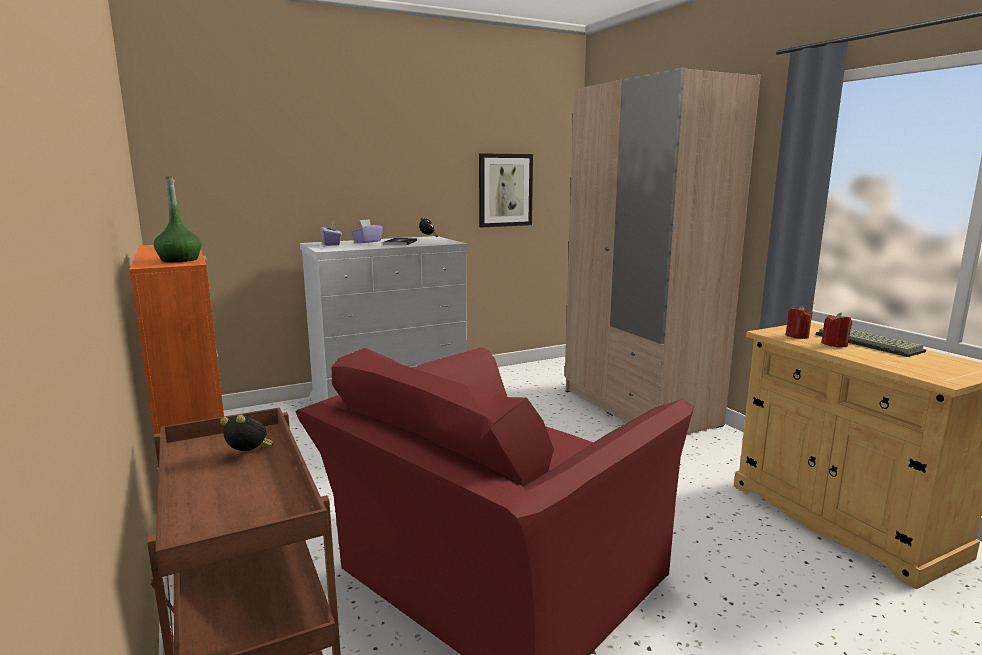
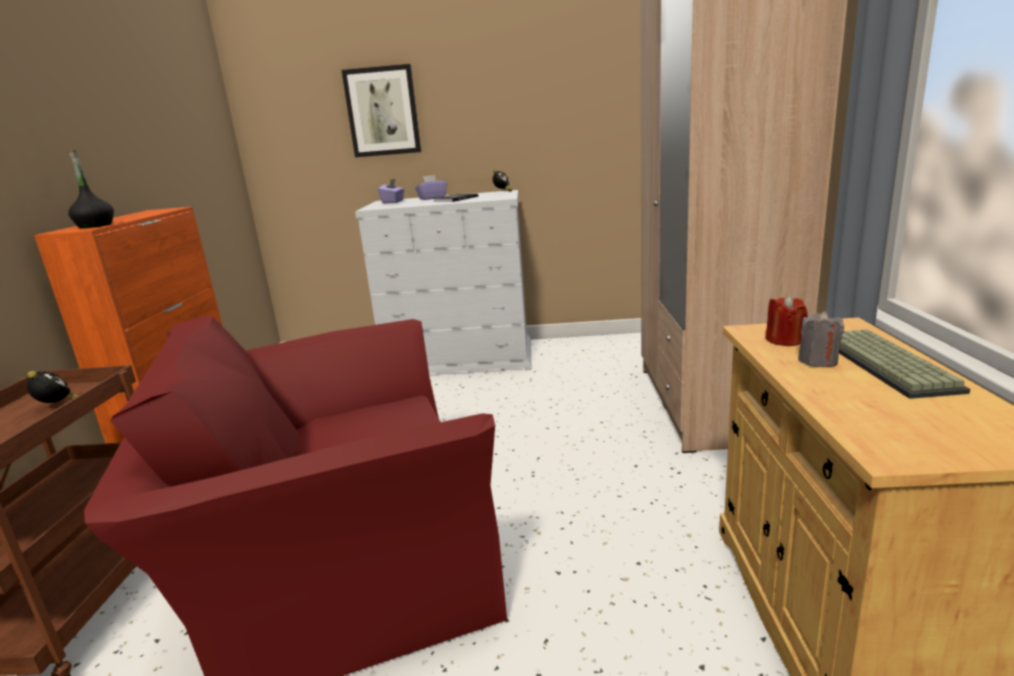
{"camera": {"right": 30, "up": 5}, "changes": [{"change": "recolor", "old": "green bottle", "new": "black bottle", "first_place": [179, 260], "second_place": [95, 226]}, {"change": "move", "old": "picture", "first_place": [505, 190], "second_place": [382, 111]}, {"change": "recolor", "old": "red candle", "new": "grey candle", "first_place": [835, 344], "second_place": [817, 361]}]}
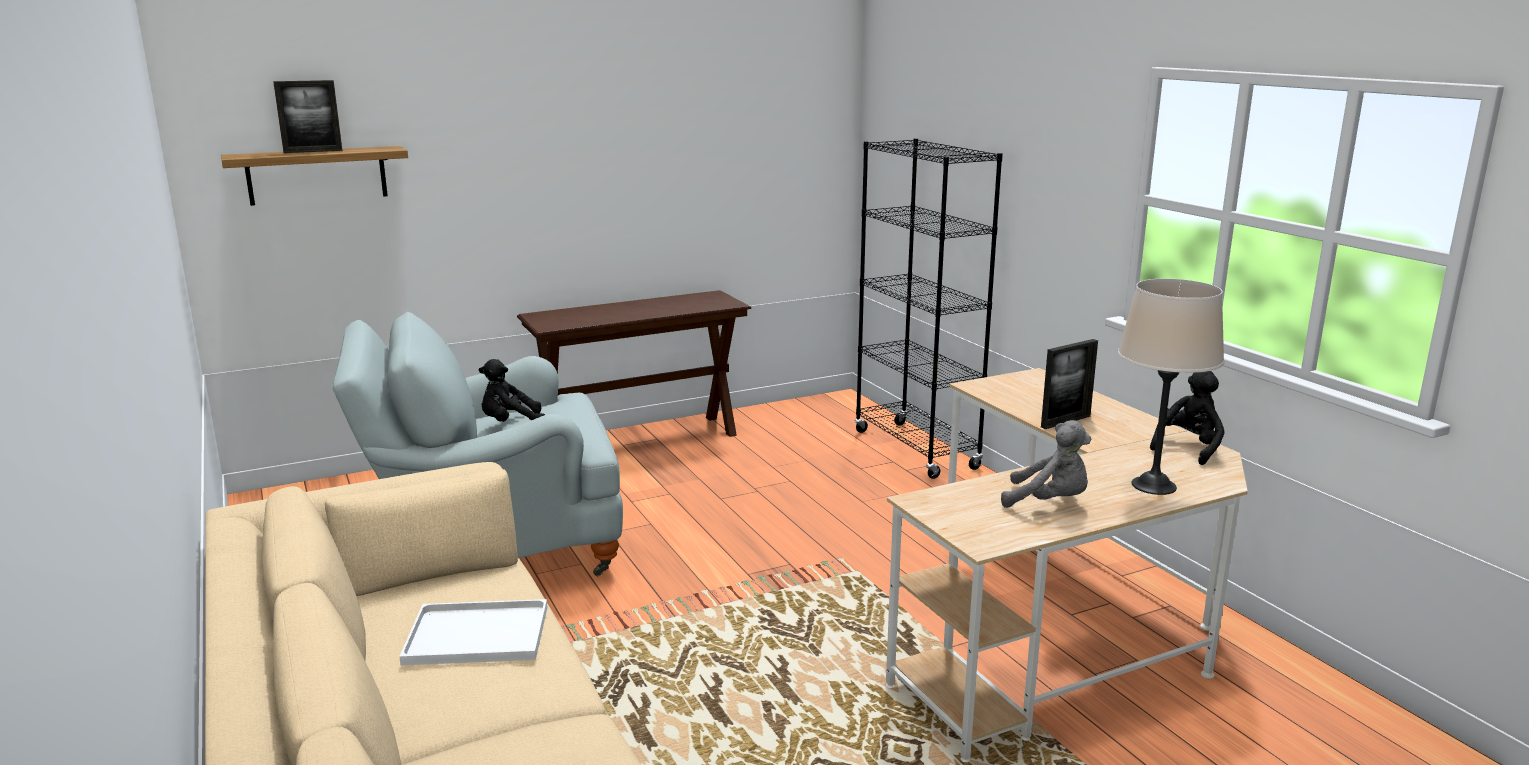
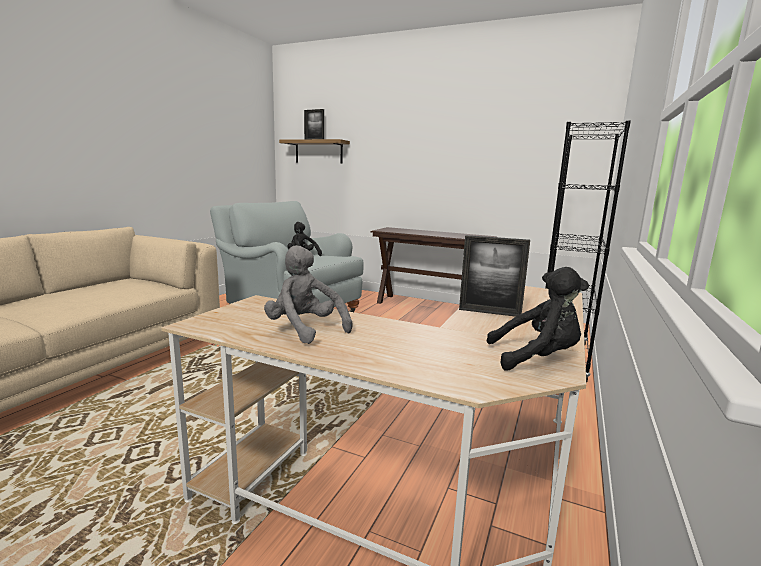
{"camera": {"right": 50, "up": -5}, "changes": [{"change": "delete", "old": "white tray", "first_place": [480, 634]}, {"change": "rotate", "old": "grey plush toy", "first_place": [1049, 502], "second_place": [305, 330], "degrees": 150}, {"change": "delete", "old": "beige table lamp", "first_place": [1154, 486]}]}
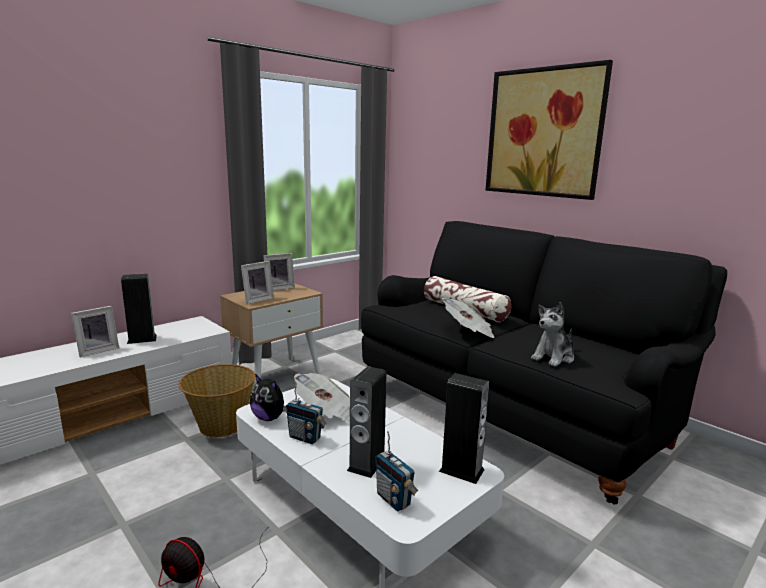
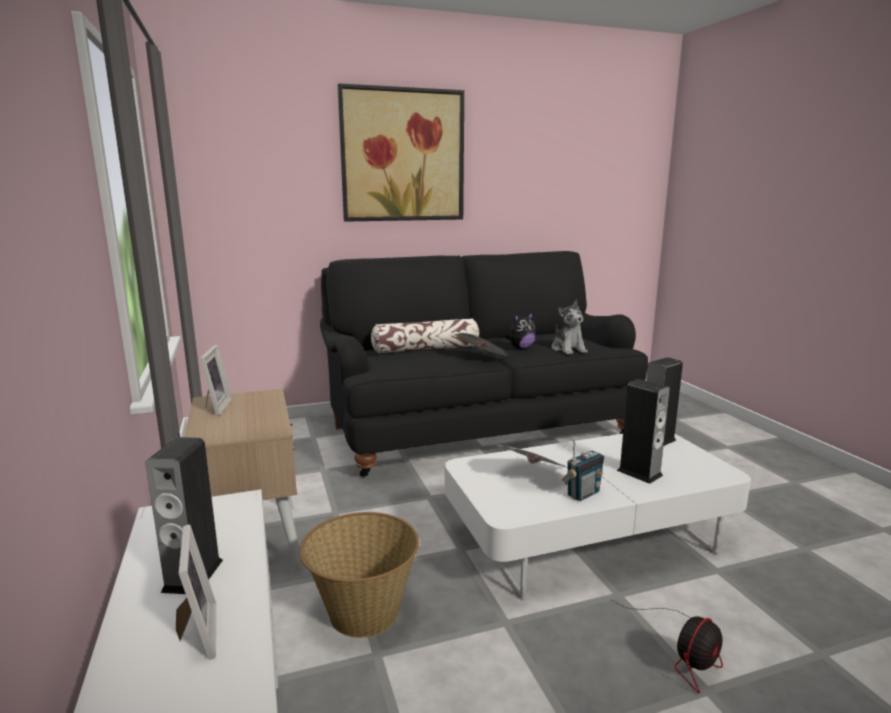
{"camera": {"right": -65, "up": 0}, "changes": [{"change": "delete", "old": "picture frame", "first_place": [257, 300]}, {"change": "move", "old": "plush toy", "first_place": [269, 418], "second_place": [521, 348]}, {"change": "delete", "old": "radio", "first_place": [394, 499]}]}
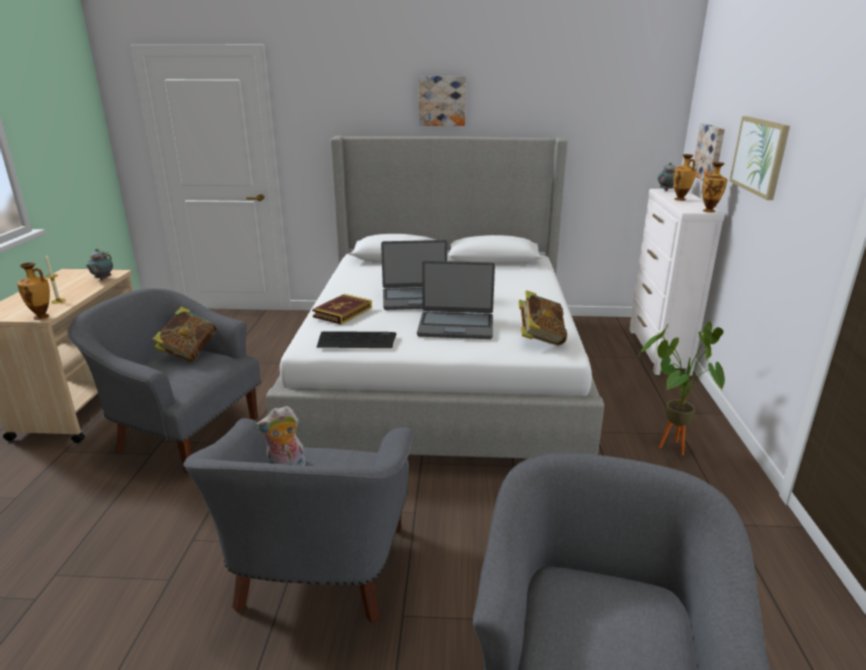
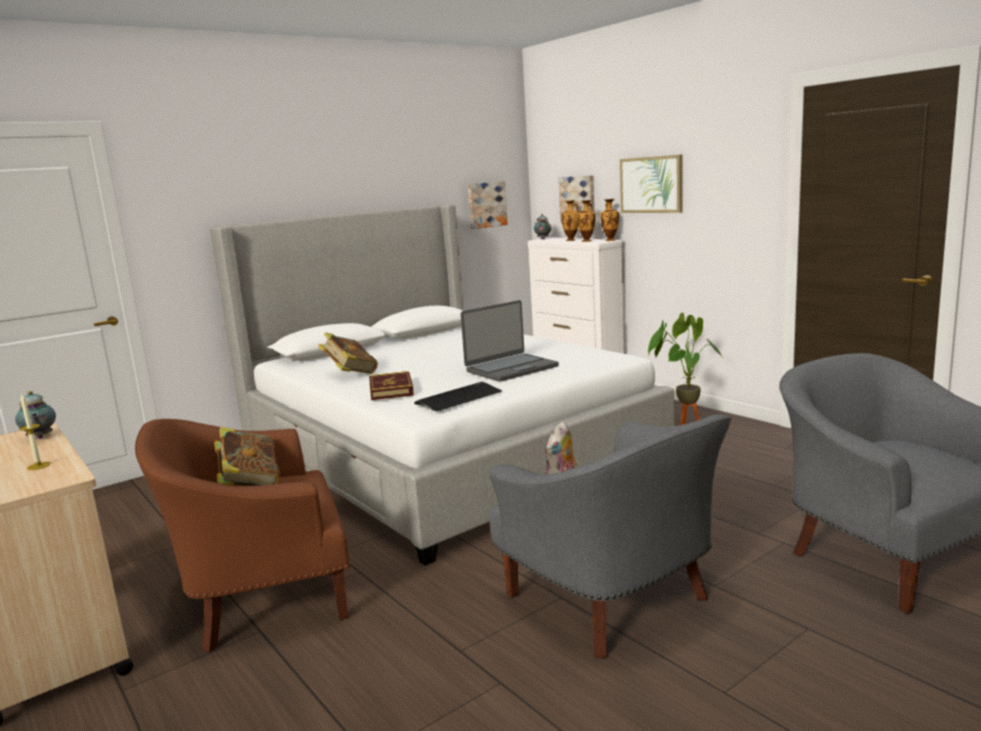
{"camera": {"right": -40, "up": -10}, "changes": [{"change": "move", "old": "vase", "first_place": [42, 317], "second_place": [587, 241]}, {"change": "recolor", "old": "grey armchair", "new": "brown armchair", "first_place": [184, 432], "second_place": [262, 599]}, {"change": "delete", "old": "laptop", "first_place": [416, 299]}, {"change": "move", "old": "picture", "first_place": [442, 100], "second_place": [486, 204]}, {"change": "move", "old": "book", "first_place": [540, 338], "second_place": [350, 374]}]}
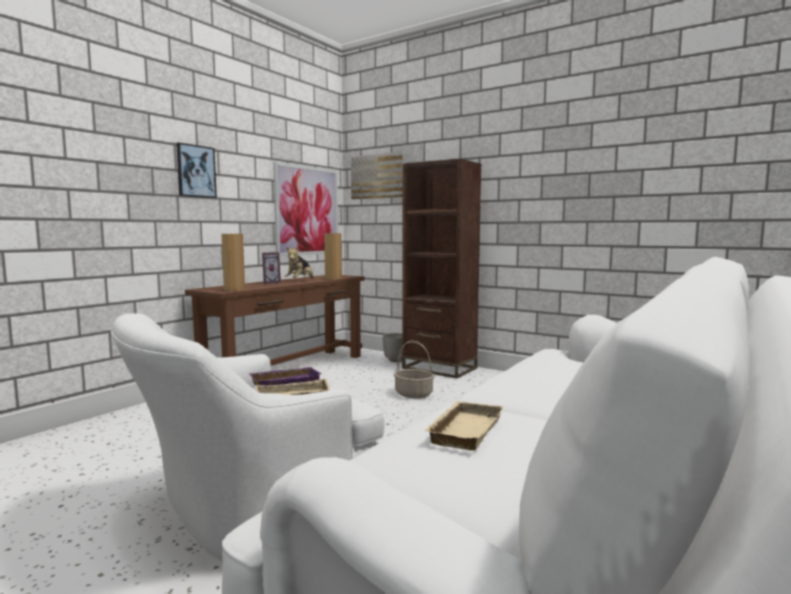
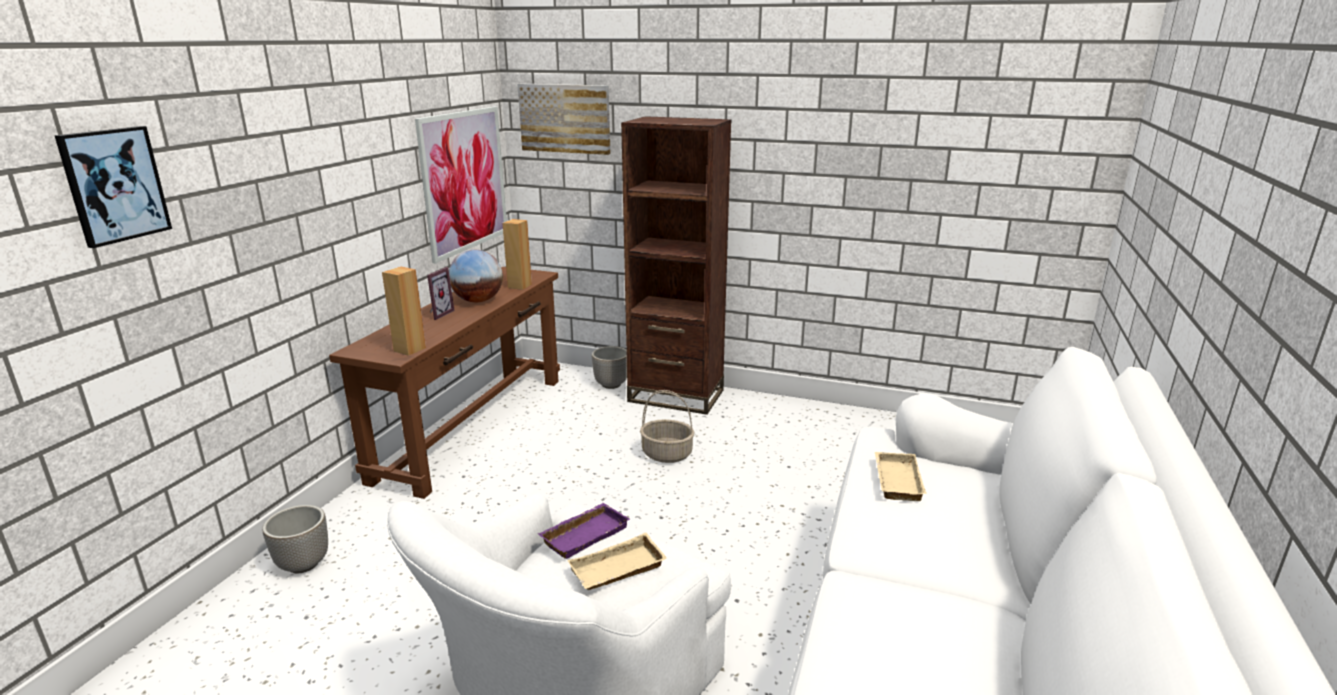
{"camera": {"right": -15, "up": 15}, "changes": [{"change": "move", "old": "picture", "first_place": [196, 171], "second_place": [114, 185]}, {"change": "replace", "old": "plush toy", "new": "globe", "first_place": [300, 280], "second_place": [478, 301]}, {"change": "move", "old": "beige tray", "first_place": [463, 430], "second_place": [895, 480]}, {"change": "insert", "new": "planter", "second_place": [302, 564]}]}
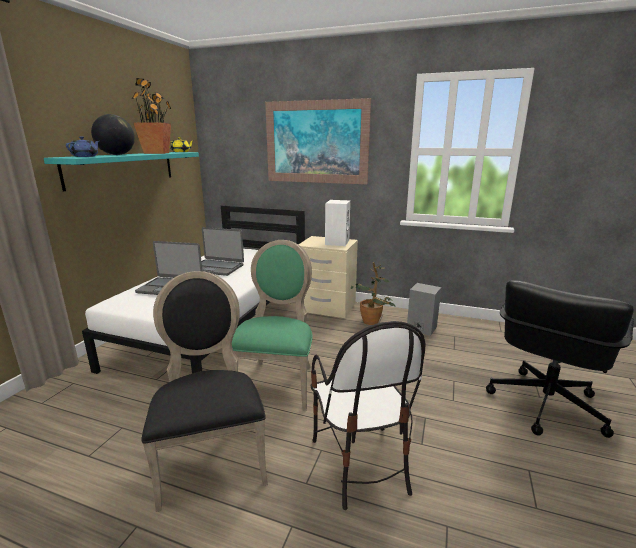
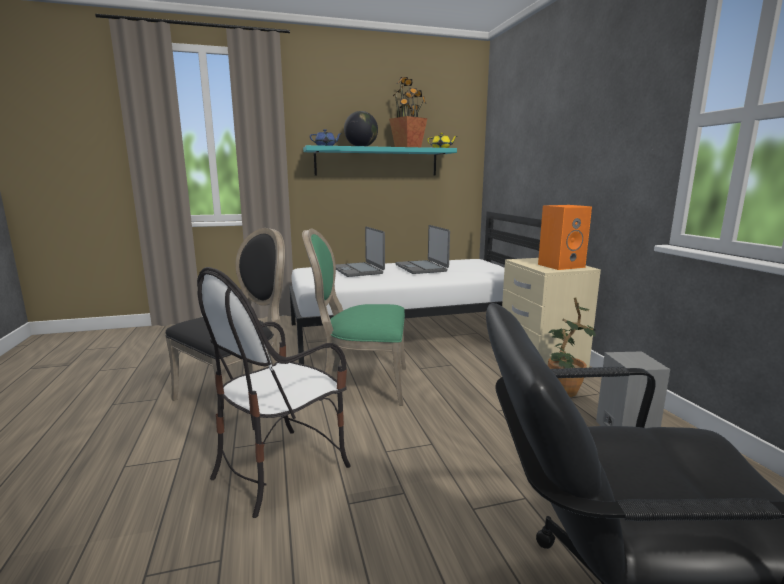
{"camera": {"right": 55, "up": -5}, "changes": [{"change": "rotate", "old": "green chair", "first_place": [277, 381], "second_place": [361, 384], "degrees": -150}, {"change": "delete", "old": "picture", "first_place": [316, 142]}, {"change": "recolor", "old": "white speaker", "new": "orange speaker", "first_place": [336, 242], "second_place": [561, 265]}]}
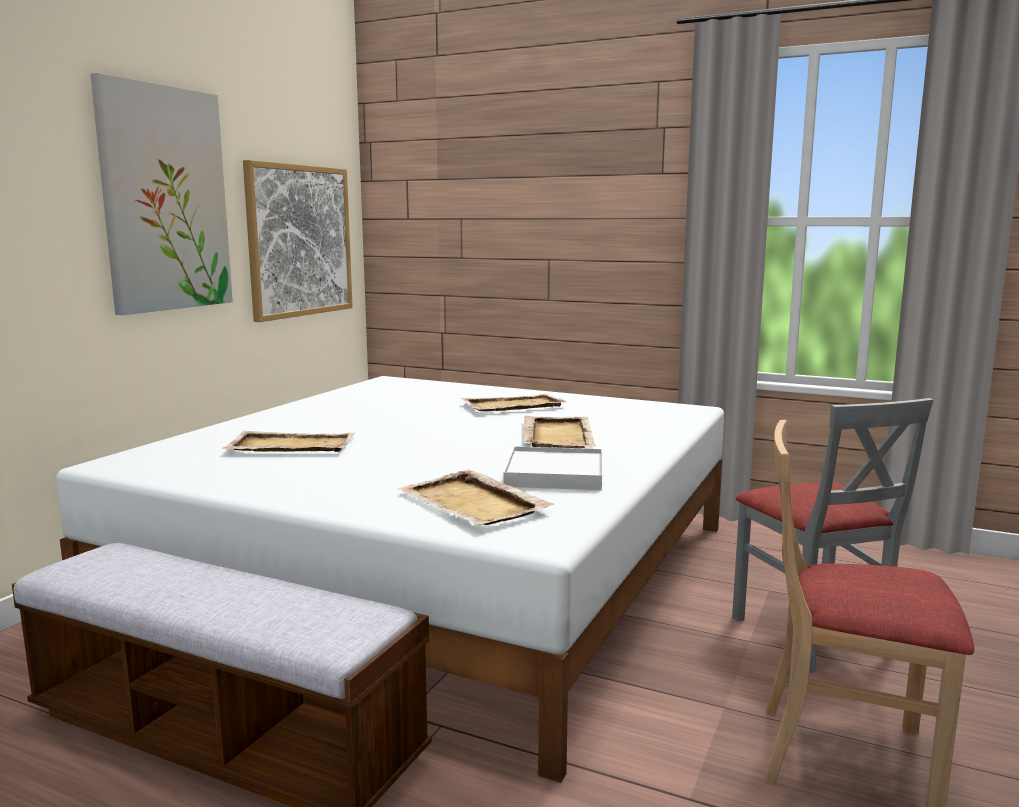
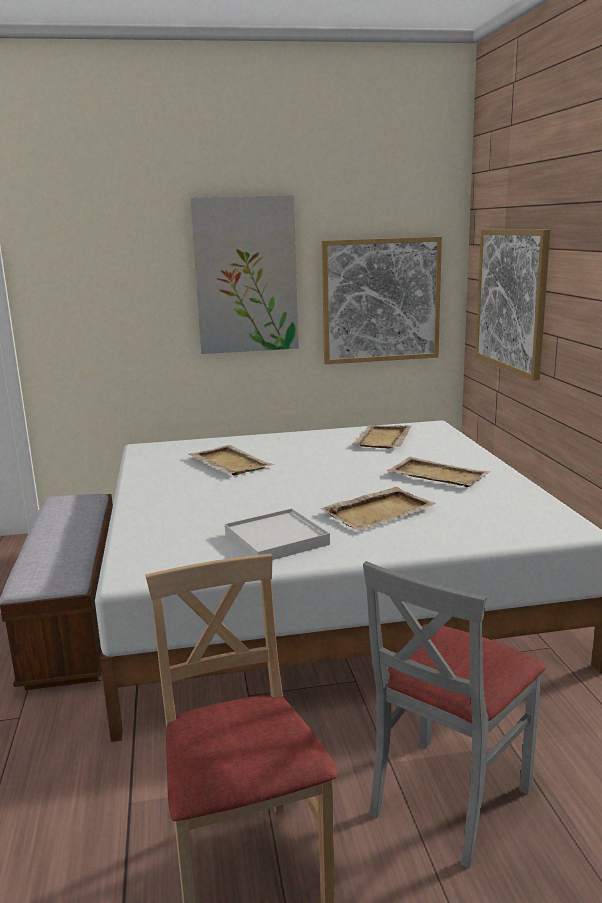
{"camera": {"right": 55, "up": 5}, "changes": [{"change": "move", "old": "beige tray", "first_place": [473, 503], "second_place": [382, 439]}, {"change": "insert", "new": "picture", "second_place": [511, 300]}]}
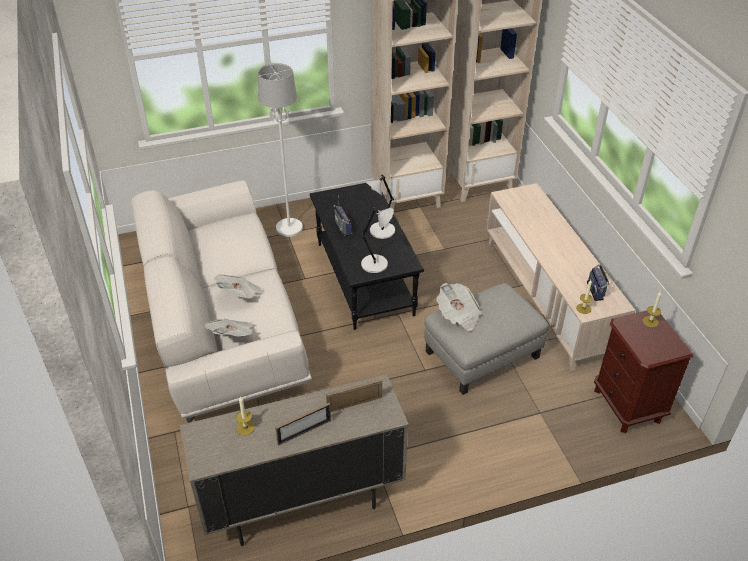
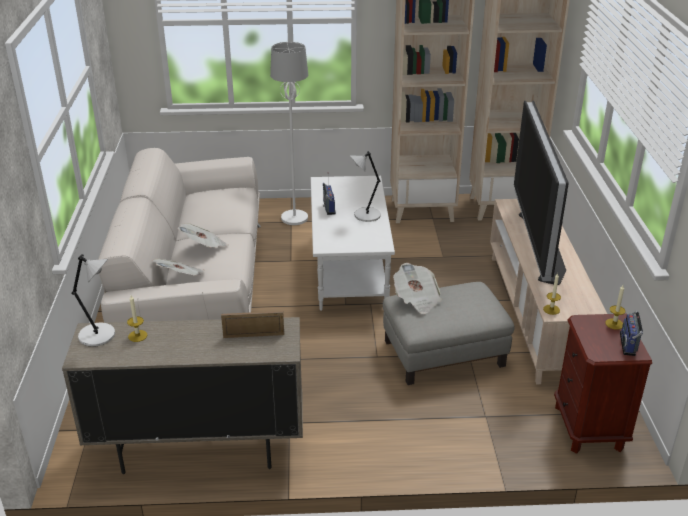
{"camera": {"right": 15, "up": -10}, "changes": [{"change": "delete", "old": "picture frame", "first_place": [304, 432]}, {"change": "recolor", "old": "black coffee table", "new": "white coffee table", "first_place": [363, 278], "second_place": [348, 269]}, {"change": "move", "old": "grey table lamp", "first_place": [376, 264], "second_place": [99, 335]}, {"change": "move", "old": "radio", "first_place": [596, 290], "second_place": [629, 344]}, {"change": "insert", "new": "television", "second_place": [540, 246]}]}
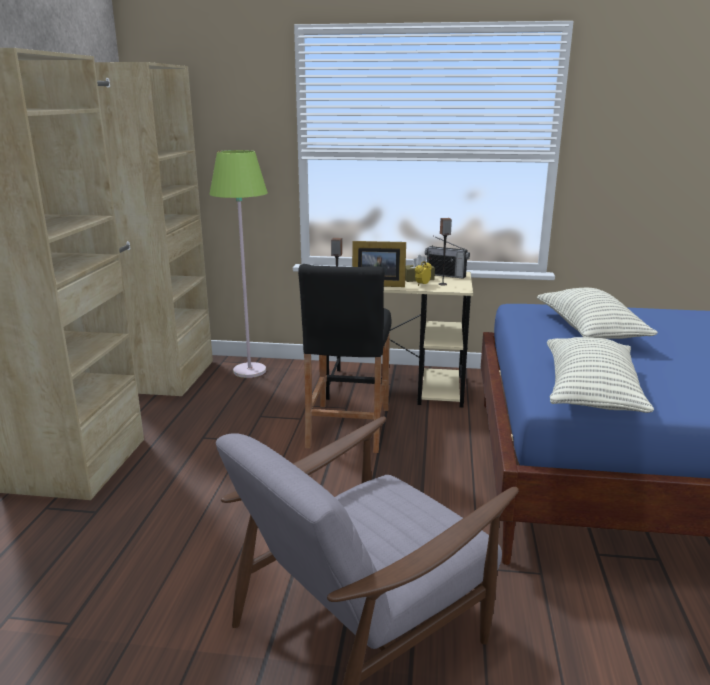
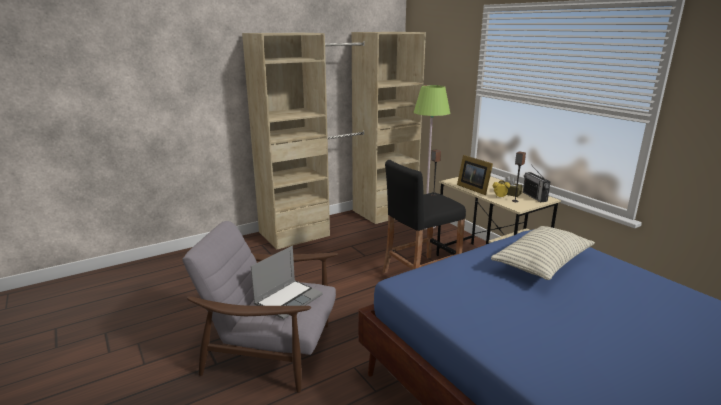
{"camera": {"right": 50, "up": 0}, "changes": [{"change": "delete", "old": "pillow", "first_place": [590, 393]}, {"change": "insert", "new": "laptop", "second_place": [288, 299]}]}
